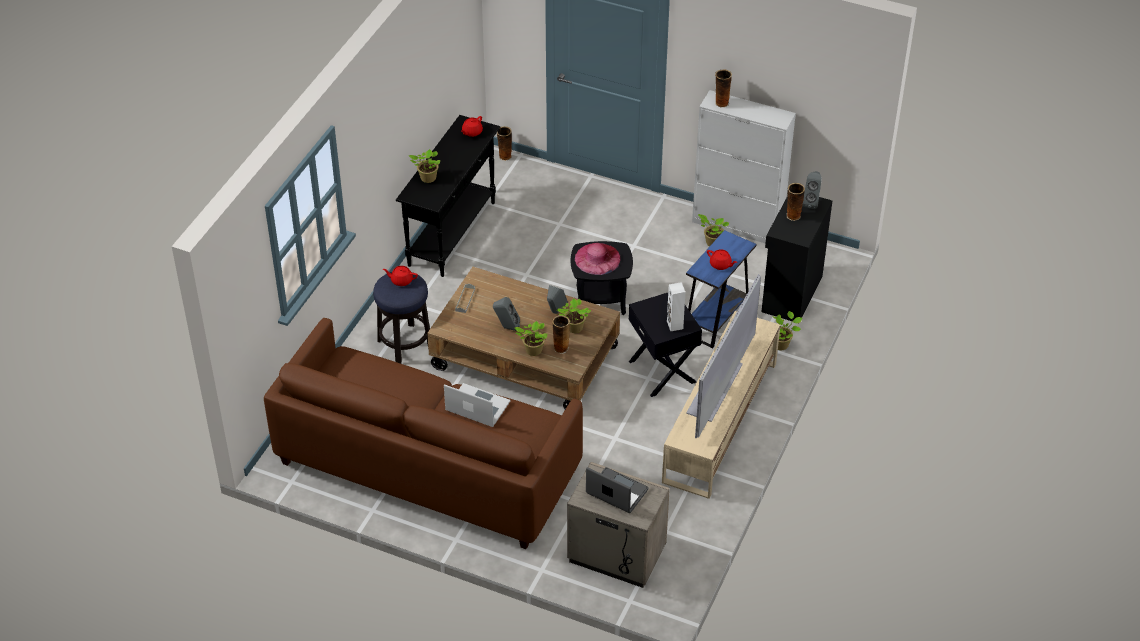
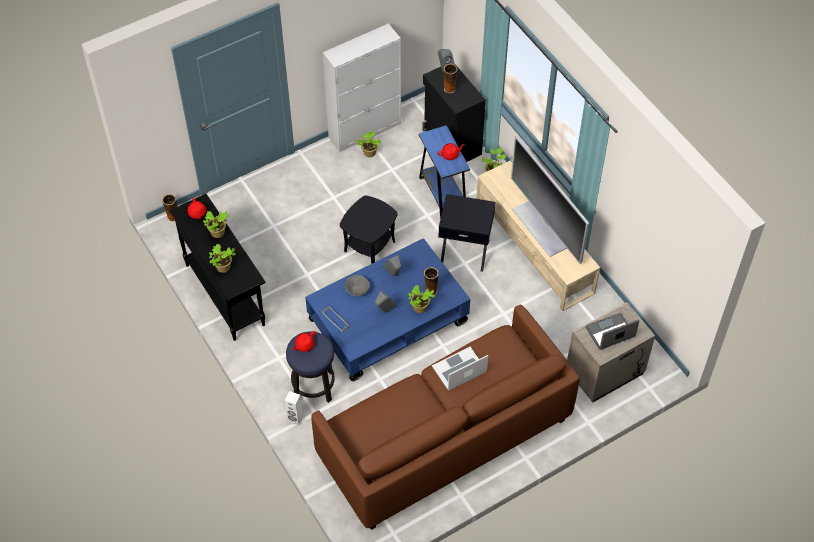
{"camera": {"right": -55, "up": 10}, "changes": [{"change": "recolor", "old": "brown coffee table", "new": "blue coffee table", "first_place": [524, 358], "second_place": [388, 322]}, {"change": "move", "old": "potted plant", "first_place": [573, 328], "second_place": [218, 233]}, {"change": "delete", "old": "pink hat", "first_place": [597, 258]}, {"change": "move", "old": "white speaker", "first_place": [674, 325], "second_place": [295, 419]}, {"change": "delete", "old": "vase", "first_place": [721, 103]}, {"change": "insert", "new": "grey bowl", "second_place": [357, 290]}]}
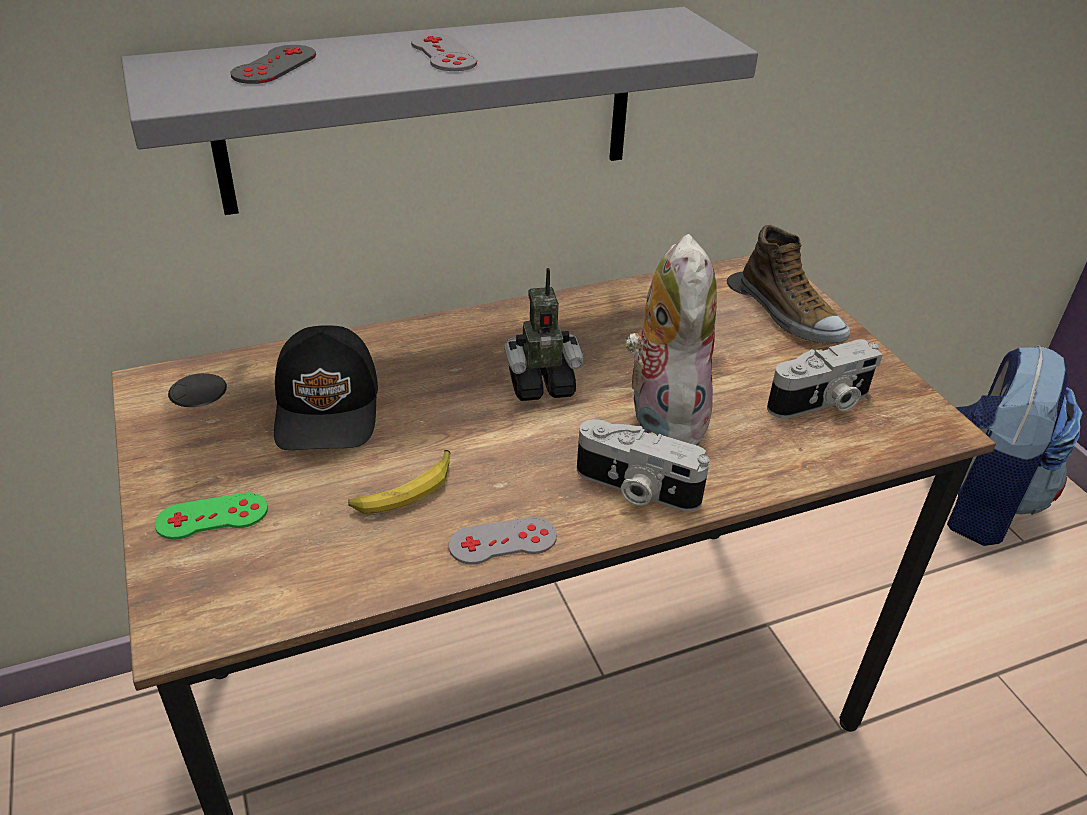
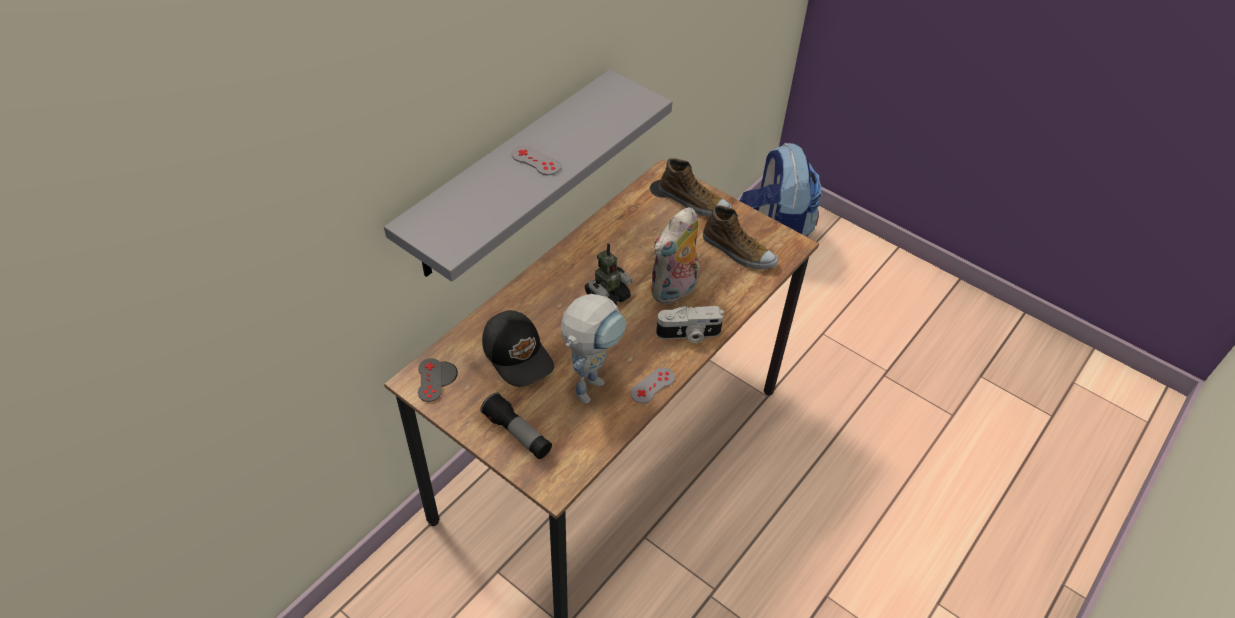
{"camera": {"right": -30, "up": 10}, "changes": [{"change": "replace", "old": "green game controller", "new": "flashlight", "first_place": [212, 516], "second_place": [517, 434]}, {"change": "move", "old": "grey game controller", "first_place": [274, 65], "second_place": [430, 380]}, {"change": "replace", "old": "banana", "new": "toy robot", "first_place": [404, 491], "second_place": [591, 381]}, {"change": "rotate", "old": "plush toy", "first_place": [661, 417], "second_place": [674, 291], "degrees": -105}, {"change": "replace", "old": "photo camera", "new": "shoe", "first_place": [821, 403], "second_place": [738, 252]}]}
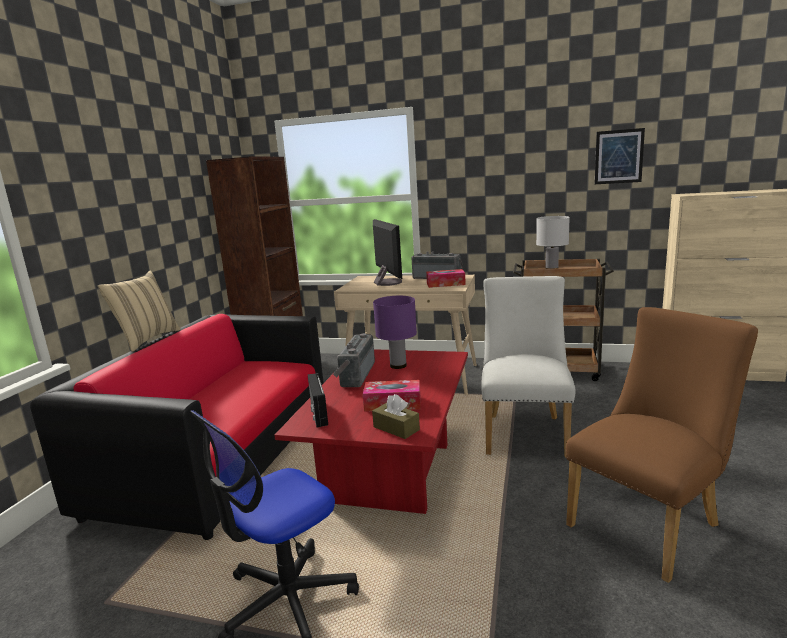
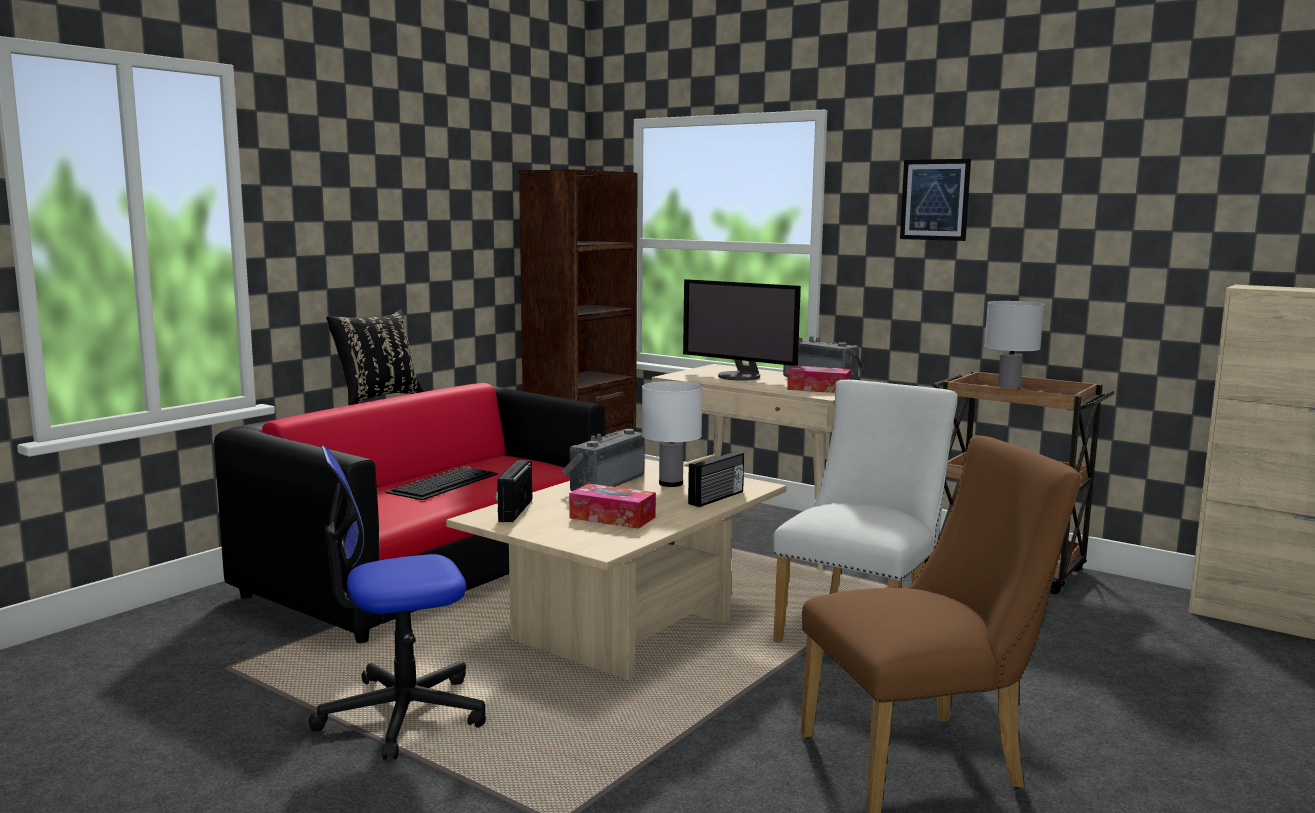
{"camera": {"right": 20, "up": -5}, "changes": [{"change": "recolor", "old": "beige pillow", "new": "black pillow", "first_place": [147, 340], "second_place": [377, 398]}, {"change": "recolor", "old": "red coffee table", "new": "beige coffee table", "first_place": [392, 474], "second_place": [626, 633]}, {"change": "delete", "old": "brown tissue box", "first_place": [396, 428]}, {"change": "rotate", "old": "monitor", "first_place": [387, 282], "second_place": [740, 376], "degrees": 120}, {"change": "recolor", "old": "purple table lamp", "new": "white table lamp", "first_place": [398, 366], "second_place": [670, 484]}, {"change": "move", "old": "picture", "first_place": [618, 156], "second_place": [934, 199]}, {"change": "insert", "new": "keyboard", "second_place": [444, 483]}, {"change": "insert", "new": "radio", "second_place": [717, 498]}]}
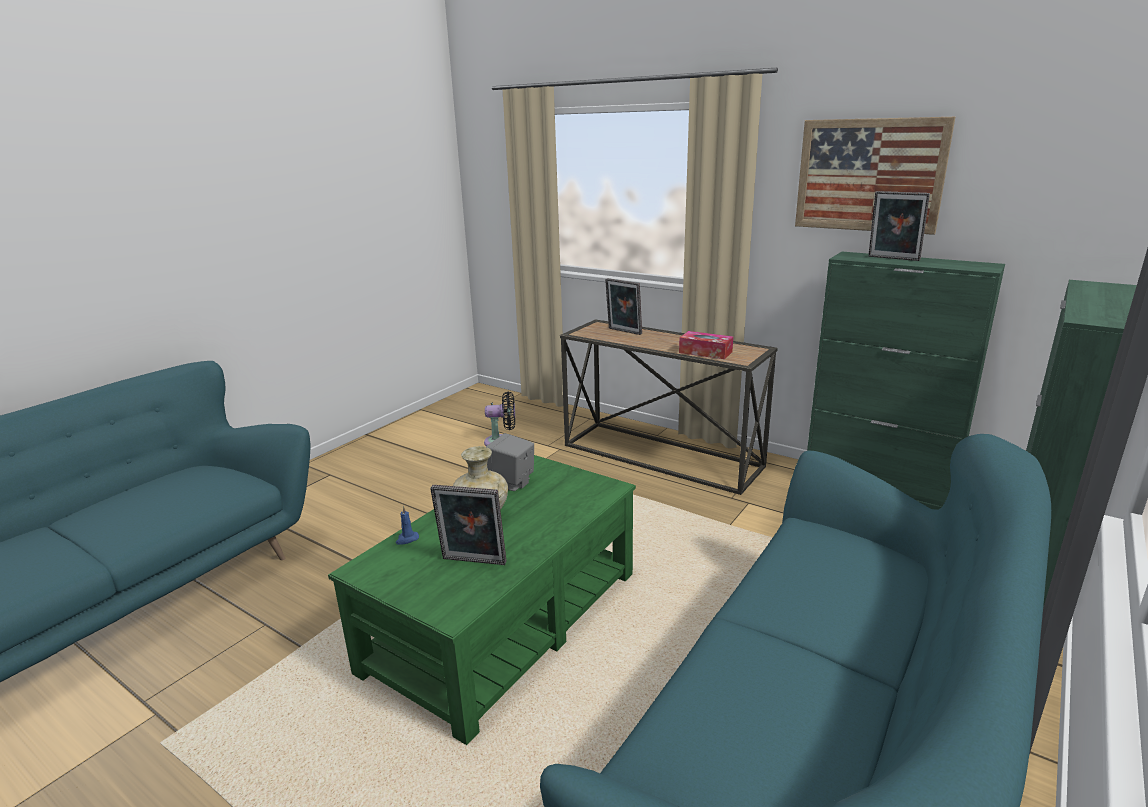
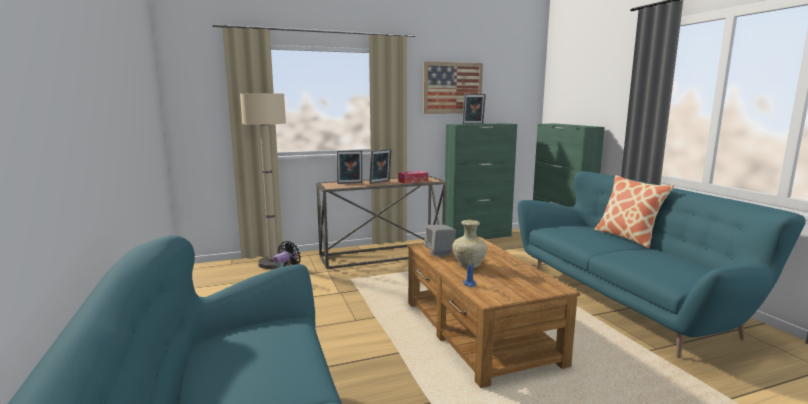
{"camera": {"right": -55, "up": -10}, "changes": [{"change": "recolor", "old": "green coffee table", "new": "brown coffee table", "first_place": [503, 621], "second_place": [478, 332]}, {"change": "move", "old": "picture frame", "first_place": [473, 563], "second_place": [380, 182]}, {"change": "insert", "new": "beige floor lamp", "second_place": [273, 263]}, {"change": "insert", "new": "pillow", "second_place": [628, 237]}]}
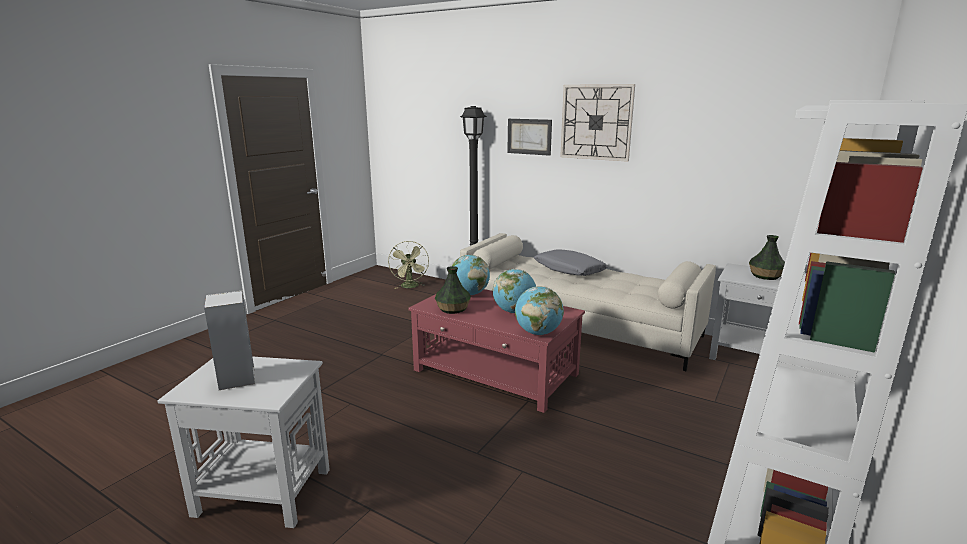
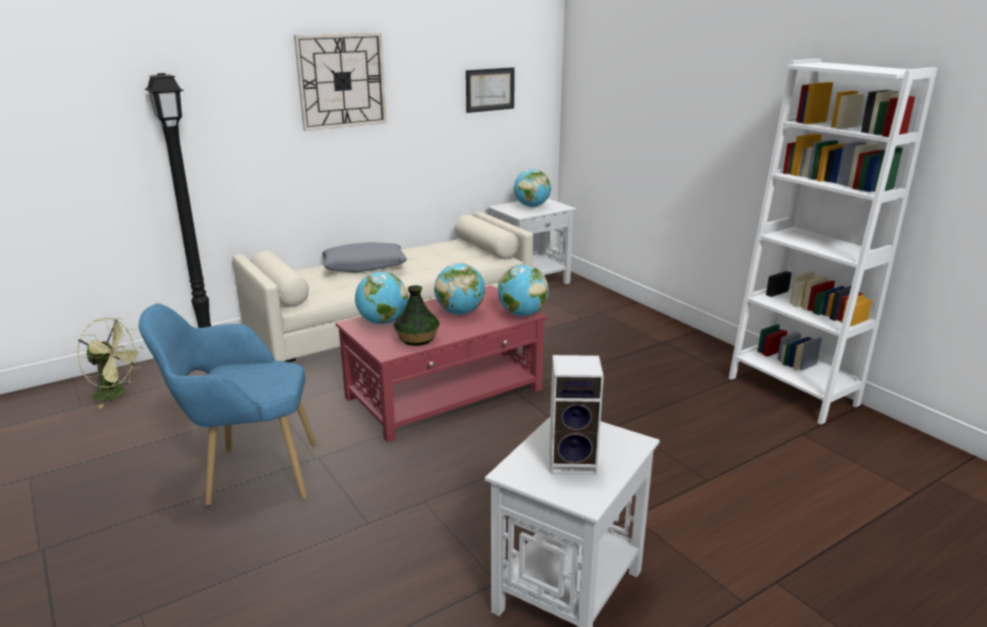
{"camera": {"right": -65, "up": 5}, "changes": [{"change": "move", "old": "picture", "first_place": [529, 136], "second_place": [490, 89]}, {"change": "replace", "old": "vase", "new": "globe", "first_place": [766, 276], "second_place": [531, 206]}, {"change": "insert", "new": "blue armchair", "second_place": [246, 474]}]}
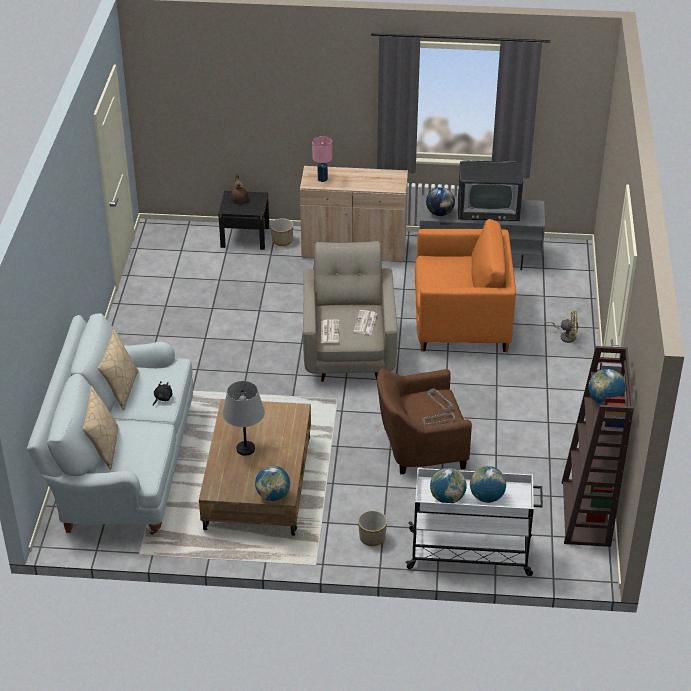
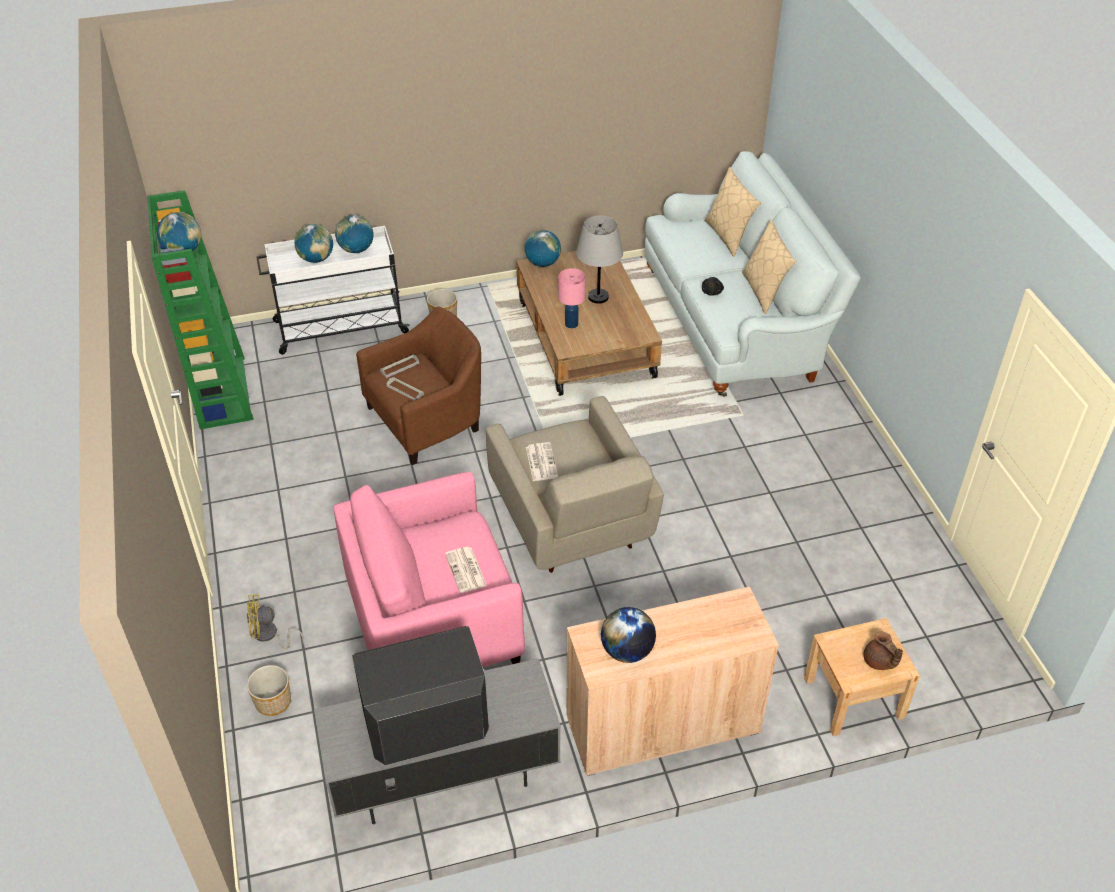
{"camera": {"right": 160, "up": 5}, "changes": [{"change": "recolor", "old": "black nightstand", "new": "beige nightstand", "first_place": [245, 237], "second_place": [853, 698]}, {"change": "move", "old": "planter", "first_place": [282, 240], "second_place": [272, 702]}, {"change": "move", "old": "pink table lamp", "first_place": [322, 179], "second_place": [571, 324]}, {"change": "move", "old": "newspaper", "first_place": [329, 331], "second_place": [466, 570]}, {"change": "recolor", "old": "orange armchair", "new": "pink armchair", "first_place": [461, 320], "second_place": [434, 622]}, {"change": "move", "old": "globe", "first_place": [439, 213], "second_place": [627, 651]}, {"change": "recolor", "old": "brown bookcase", "new": "green bookcase", "first_place": [586, 514], "second_place": [221, 392]}]}
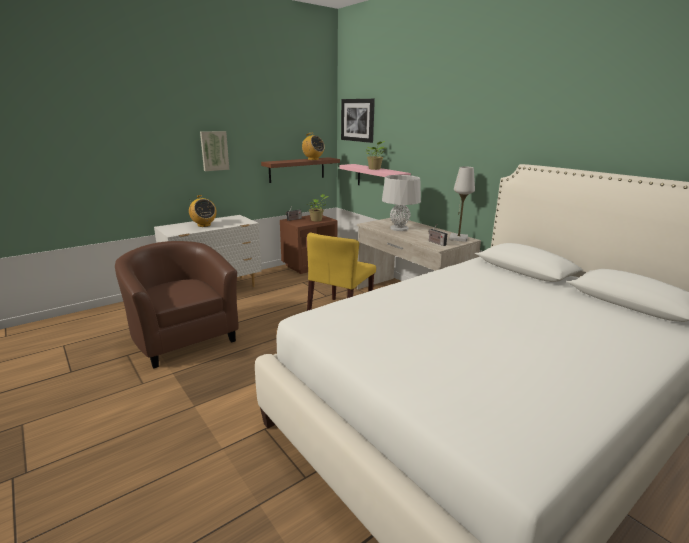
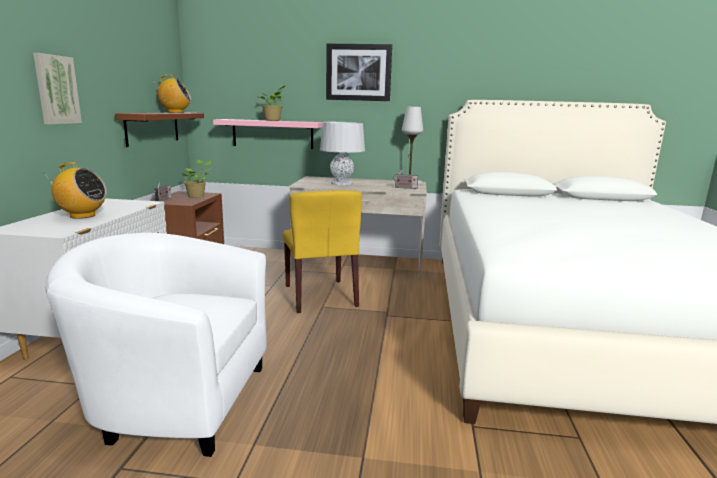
{"camera": {"right": -45, "up": -5}, "changes": [{"change": "recolor", "old": "brown armchair", "new": "white armchair", "first_place": [183, 338], "second_place": [176, 399]}, {"change": "move", "old": "picture", "first_place": [357, 120], "second_place": [358, 72]}]}
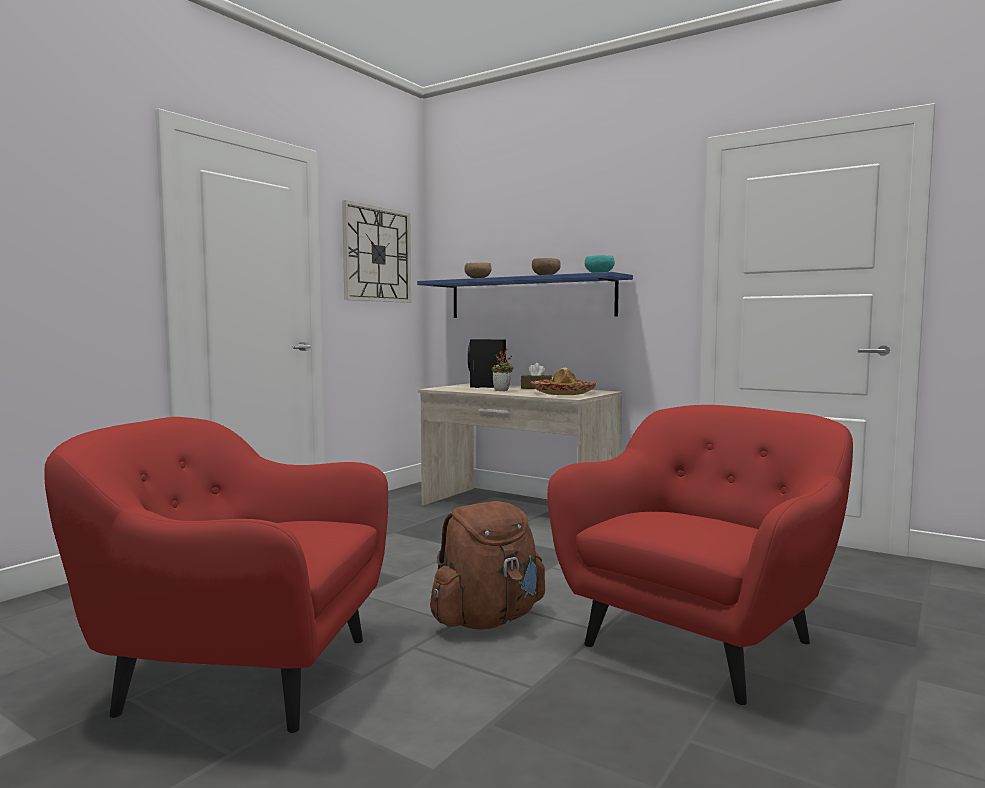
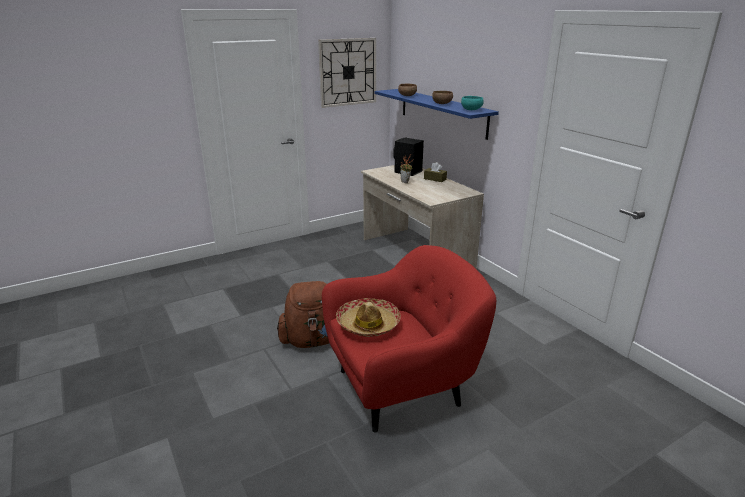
{"camera": {"right": 25, "up": 20}, "changes": [{"change": "delete", "old": "red armchair", "first_place": [241, 673]}, {"change": "move", "old": "hat", "first_place": [563, 393], "second_place": [368, 324]}]}
